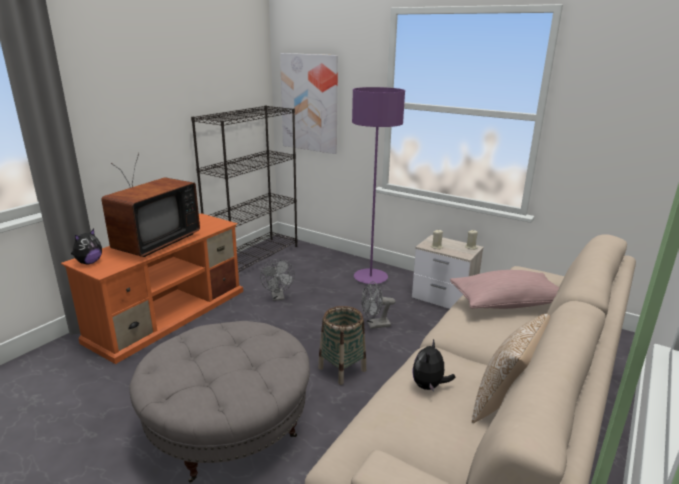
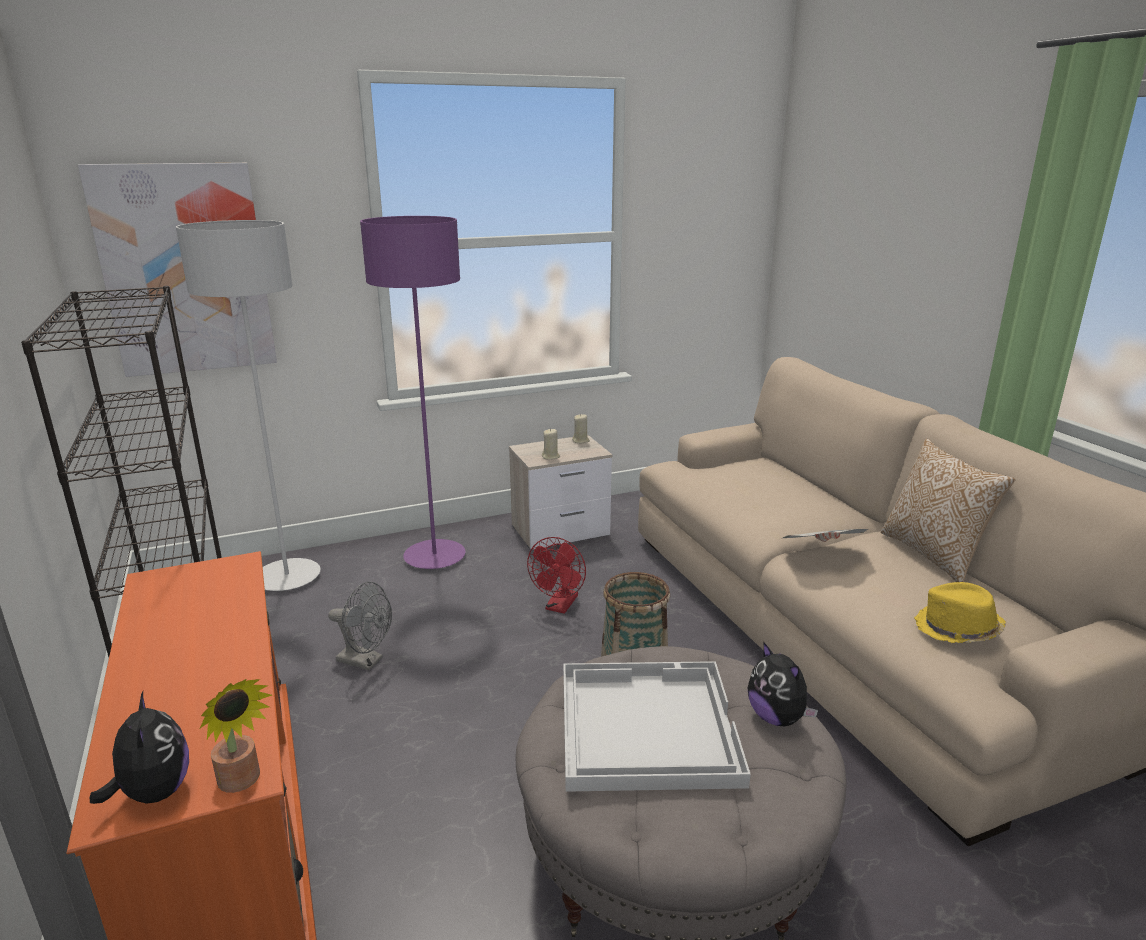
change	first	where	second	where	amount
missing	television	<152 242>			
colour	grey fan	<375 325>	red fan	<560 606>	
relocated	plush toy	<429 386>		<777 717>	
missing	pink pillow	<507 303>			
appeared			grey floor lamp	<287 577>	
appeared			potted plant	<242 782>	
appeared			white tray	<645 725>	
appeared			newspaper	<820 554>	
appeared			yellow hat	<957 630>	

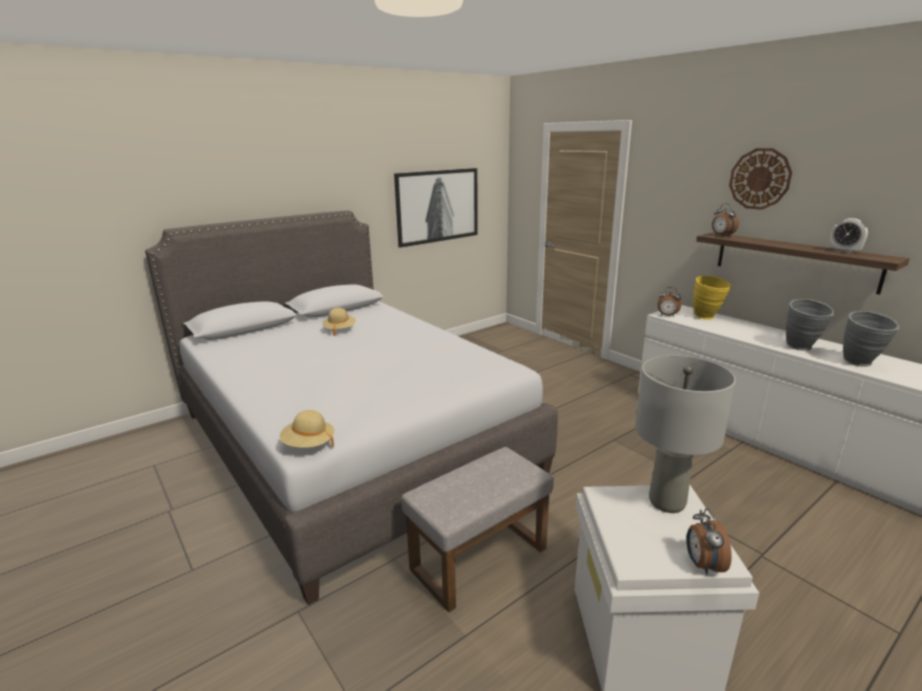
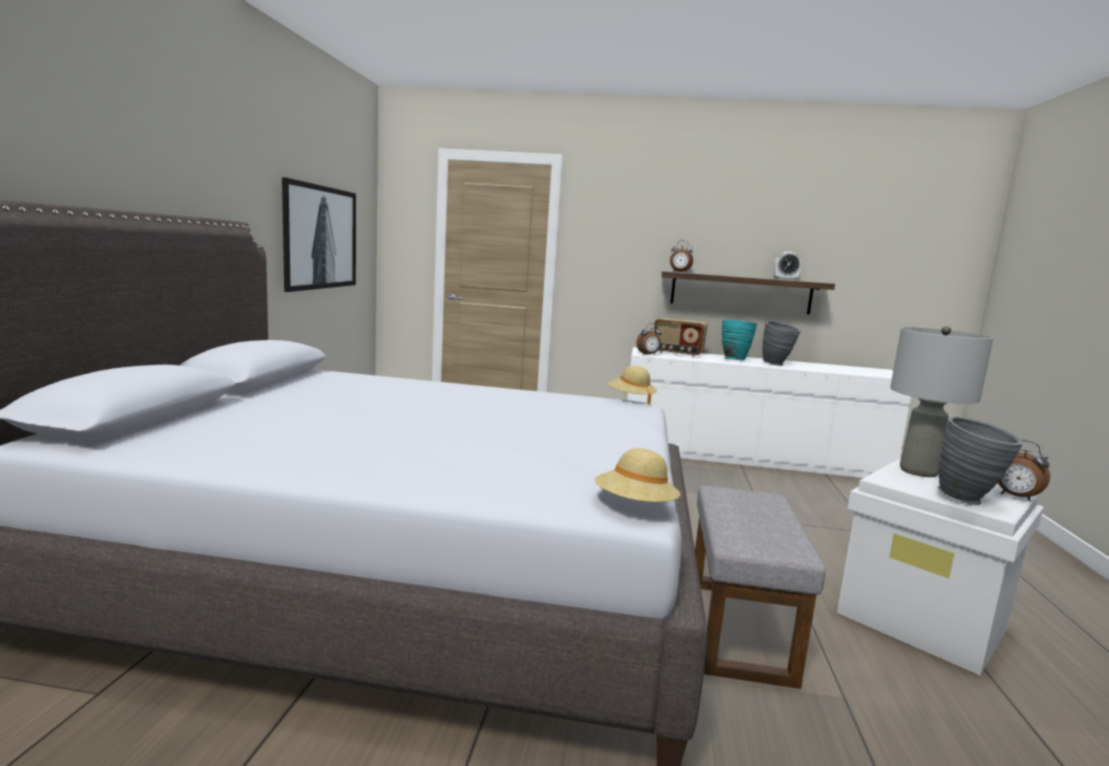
change	first	where	second	where	amount
relocated	beige hat	<340 330>		<631 398>	
exchanged	yellow vase	<707 318>	radio	<677 353>	
missing	wall clock	<759 179>			
relocated	grey vase	<861 364>		<970 501>	
appeared			turquoise vase	<734 360>	

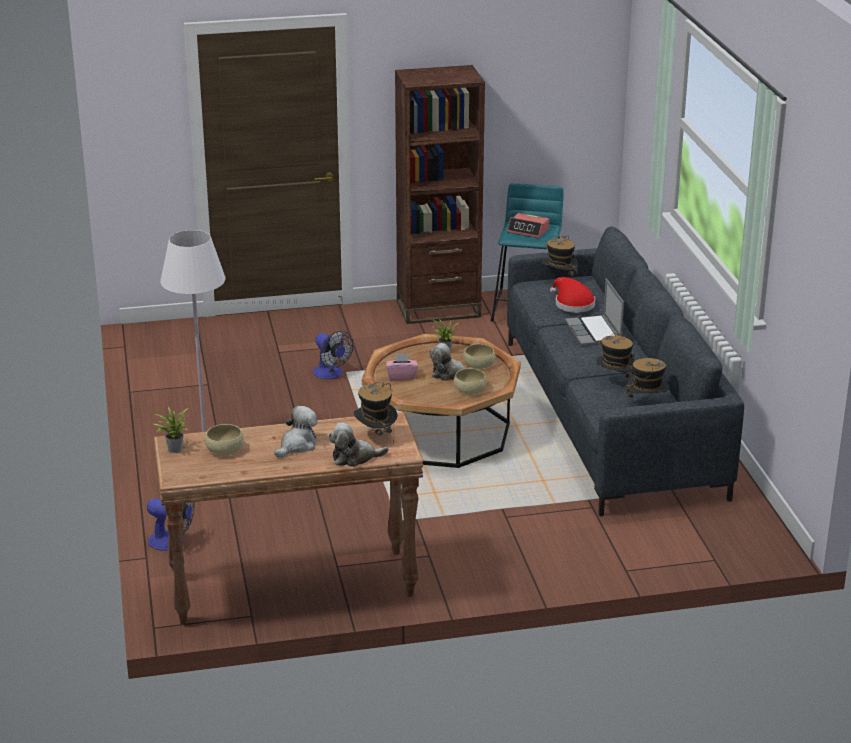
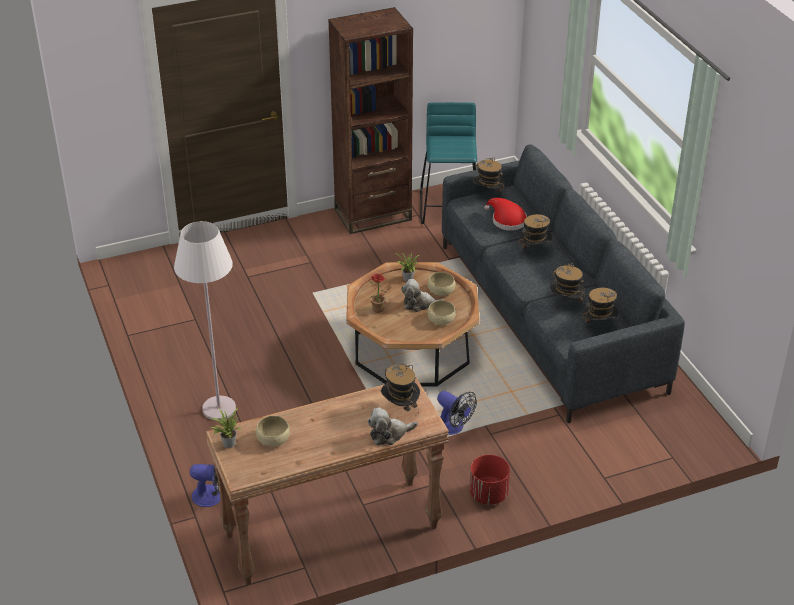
change	first	where	second	where	amount
missing	plush toy	<297 445>			
relocated	fan	<331 374>		<453 427>	
exchanged	pink tissue box	<401 376>	potted plant	<379 310>	
missing	alarm clock	<528 230>			
exchanged	laptop	<594 332>	hat	<534 250>	
appeared			red planter	<488 494>	

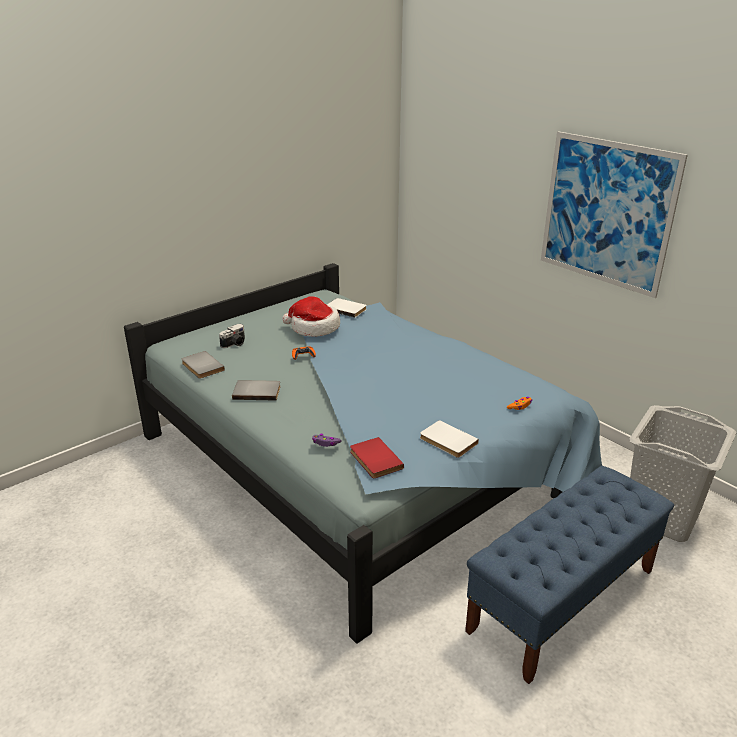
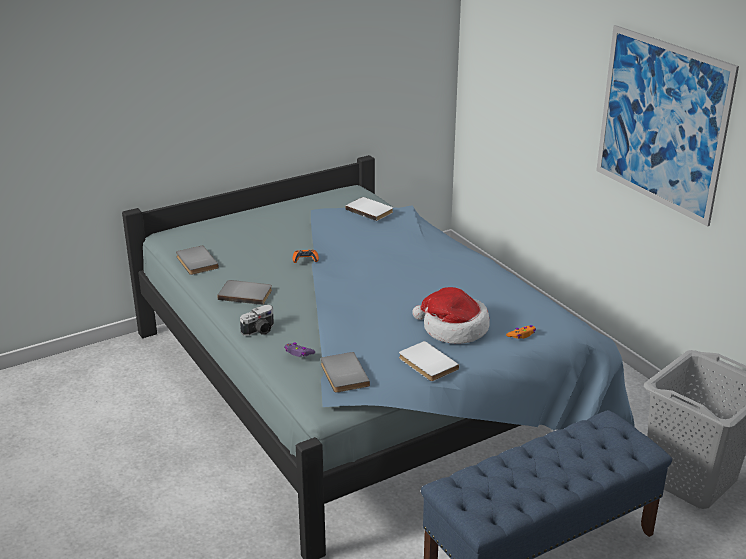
change	first	where	second	where	amount
relocated	photo camera	<235 344>		<260 330>	
relocated	hat	<313 328>		<453 329>	
colour	red book	<374 460>	grey book	<342 375>	

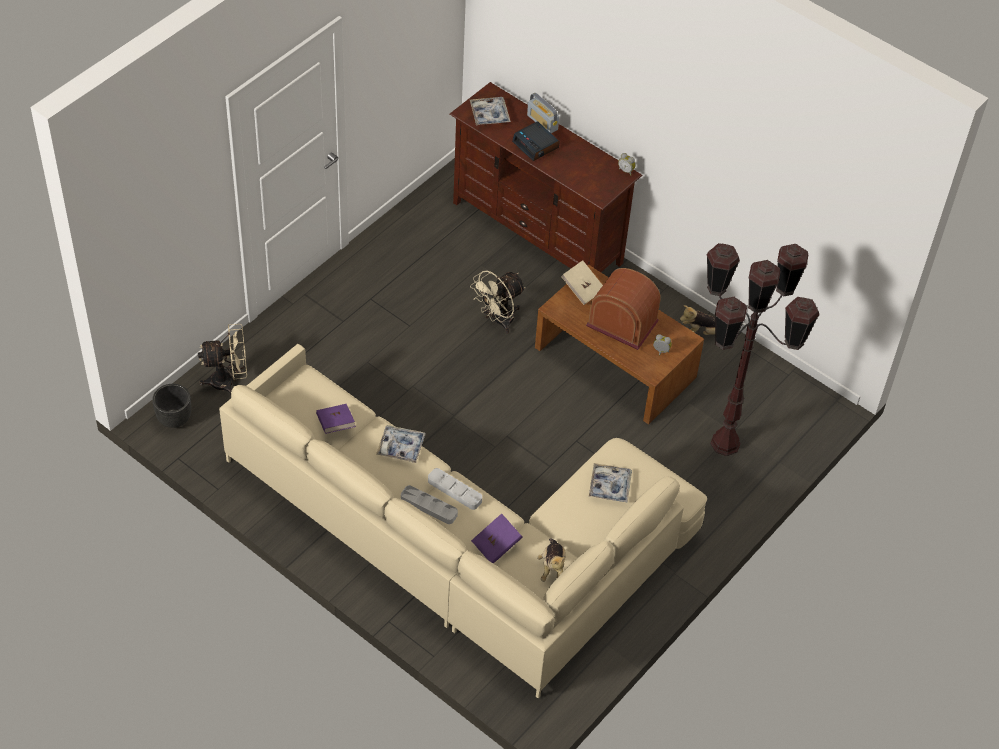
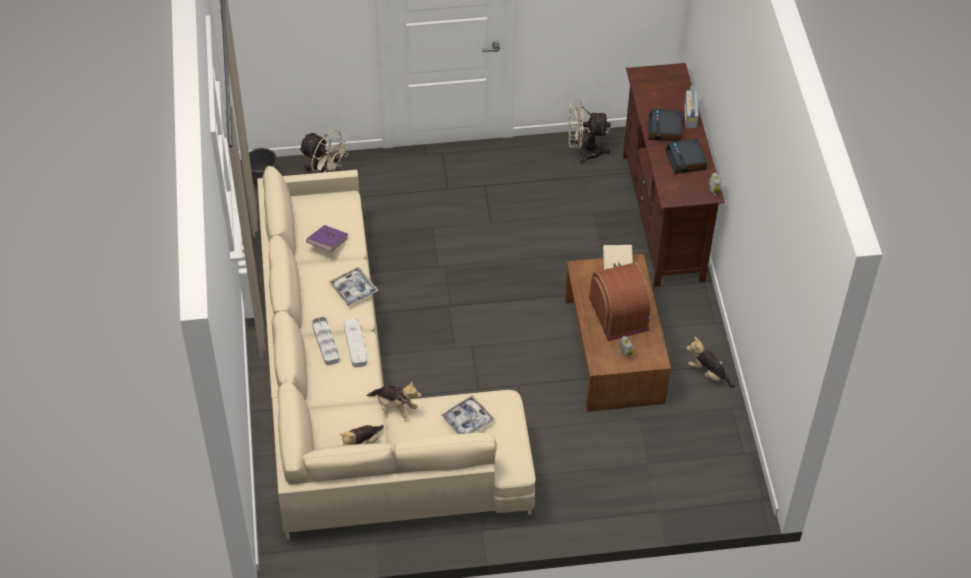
change	first	where	second	where	amount
missing	tray	<489 115>			
relocated	beige fan	<498 321>		<584 152>	
missing	purple book	<496 545>			
missing	brown floor lamp	<725 444>			
appeared			plush toy	<394 406>	
appeared			alarm clock	<686 160>	

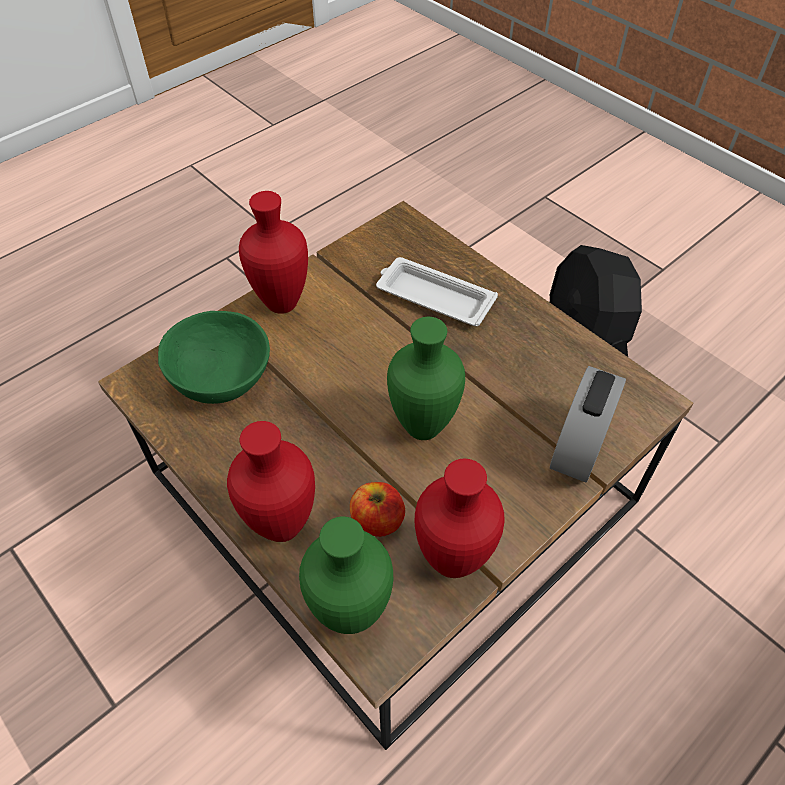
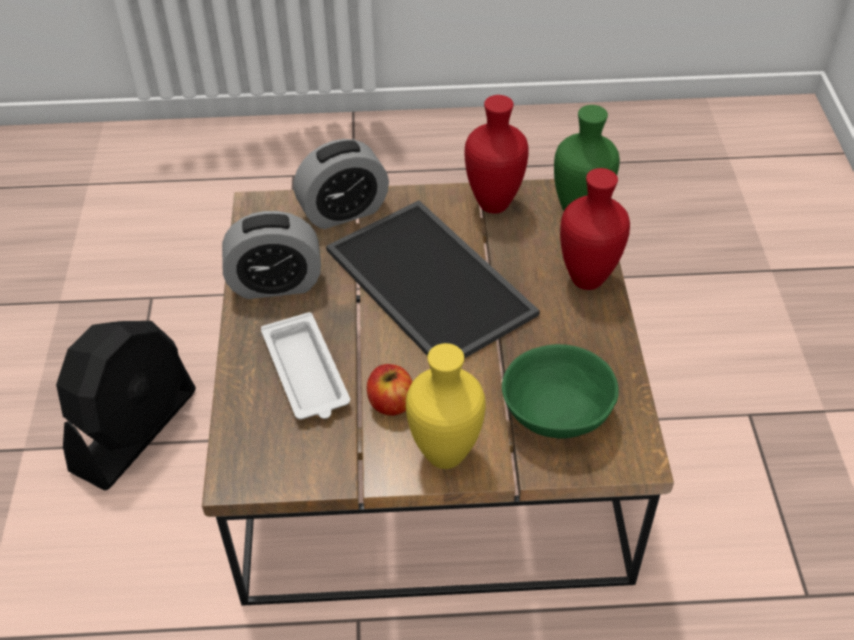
change	first	where	second	where	amount
colour	red vase	<283 302>	yellow vase	<442 455>	
relocated	apple	<377 520>		<391 403>	
exchanged	green vase	<421 428>	tray	<433 282>	
appeared			alarm clock	<275 284>	

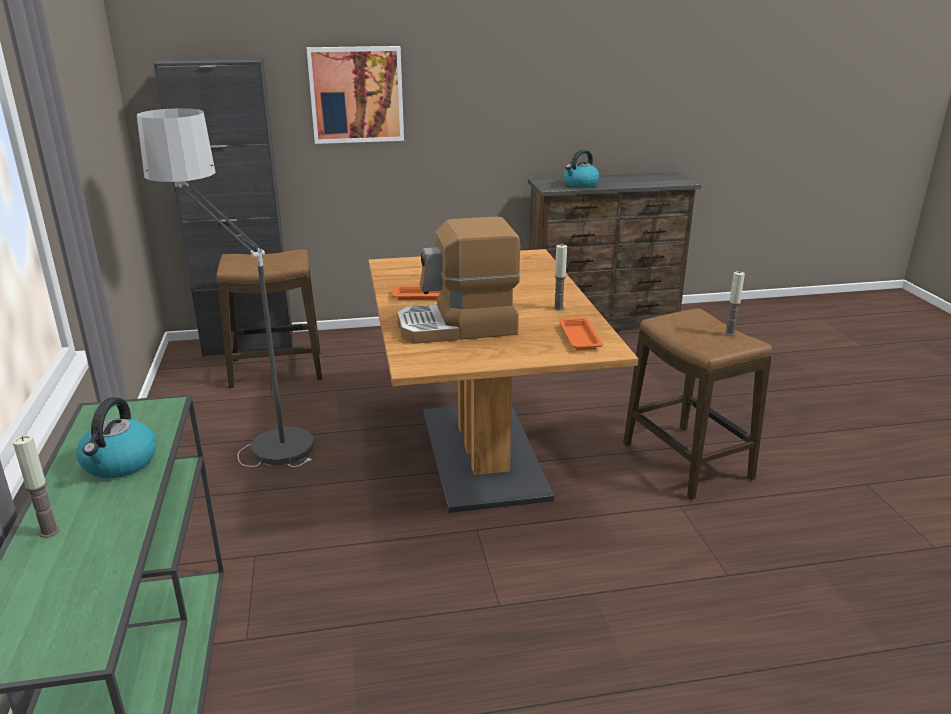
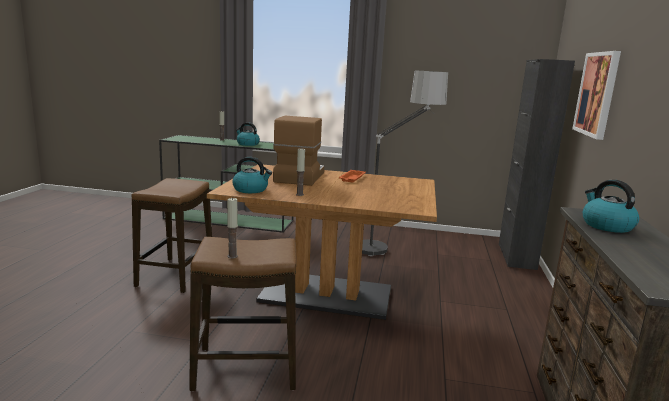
change	first	where	second	where	amount
relocated	stool	<276 370>		<176 275>	
exchanged	orange tray	<579 337>	kettle	<251 190>	

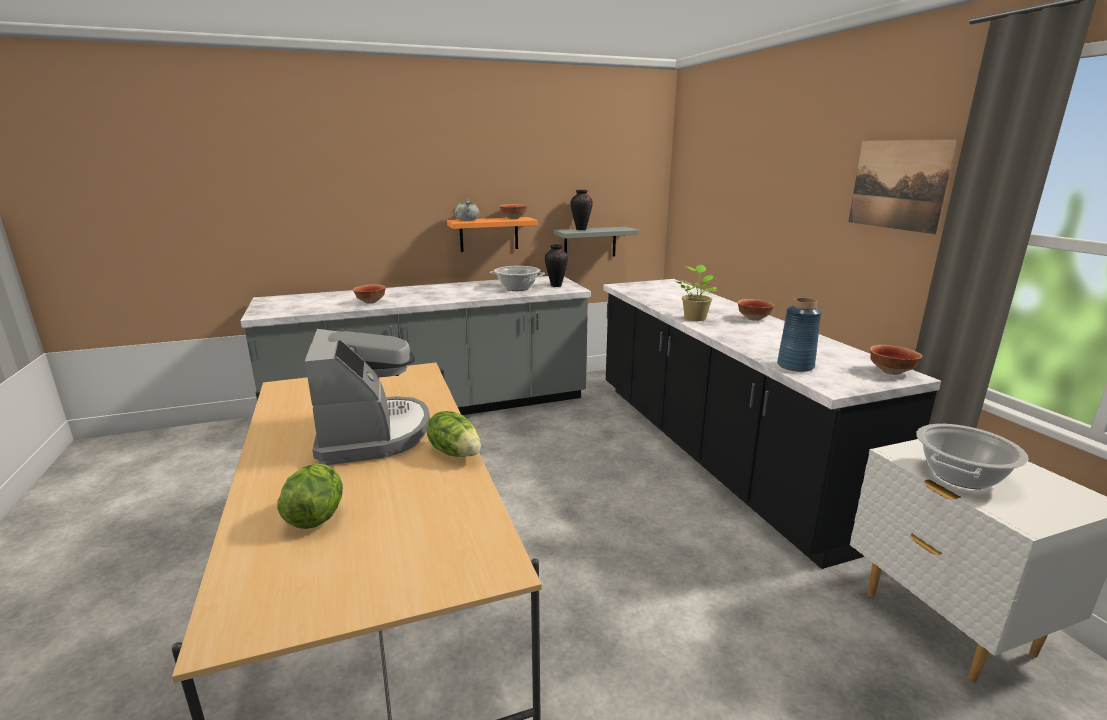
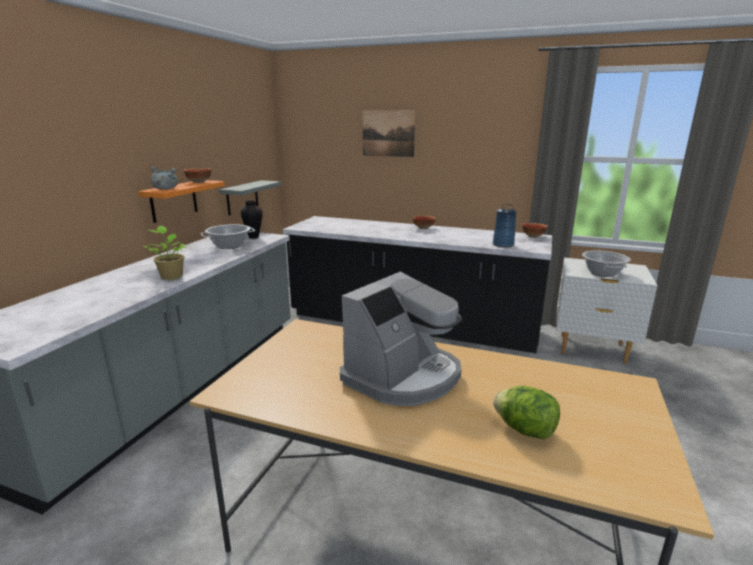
change	first	where	second	where	amount
spun	coffee machine	<372 433>		<403 376>	105 degrees clockwise
missing	bowl	<370 302>			
missing	lettuce	<455 452>			
missing	vase	<581 229>			
relocated	potted plant	<695 318>		<171 276>	
relocated	picture	<898 185>		<388 133>	

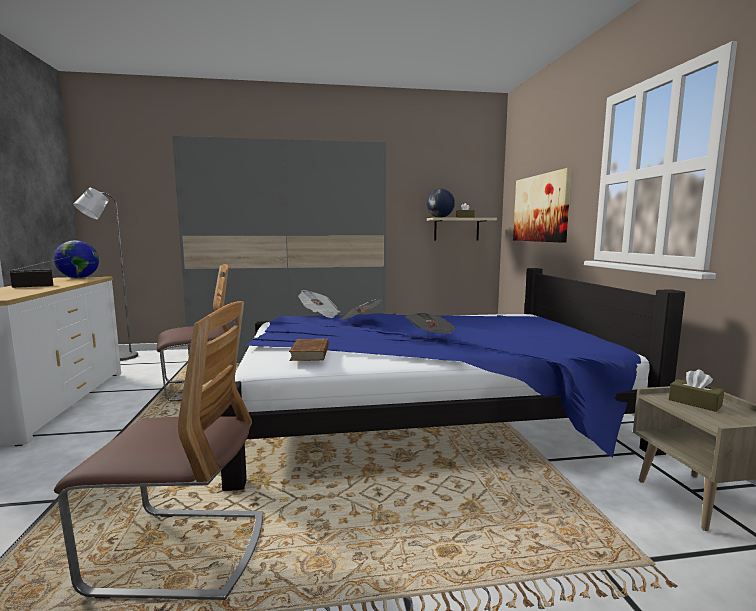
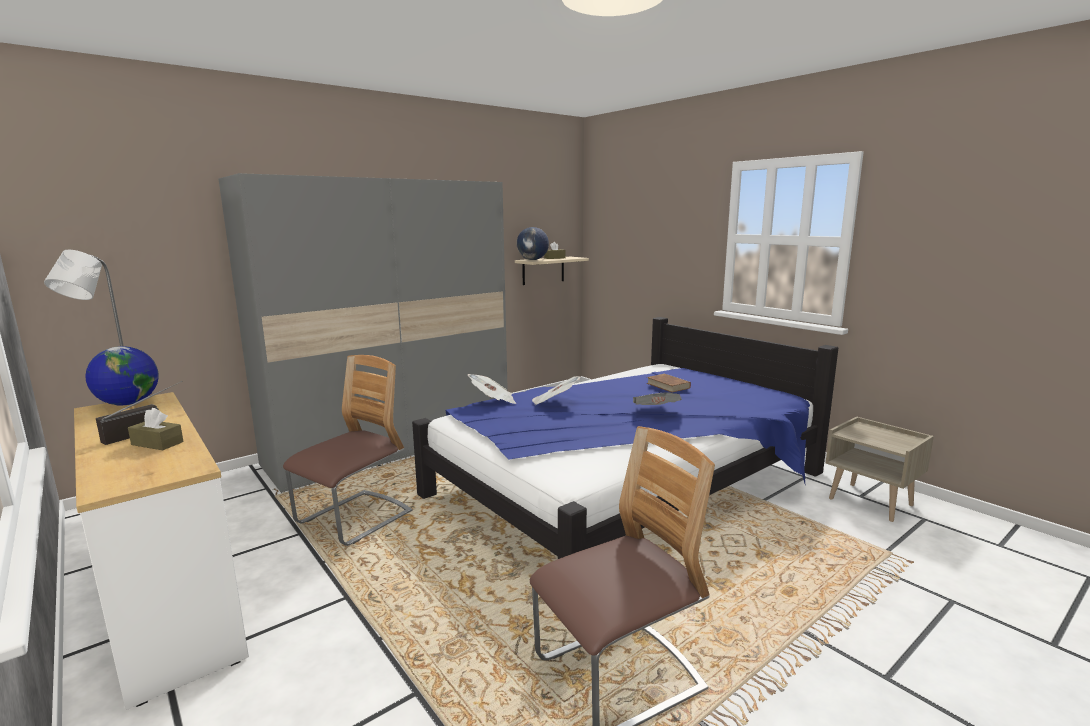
change	first	where	second	where	amount
relocated	brown book	<310 353>		<668 385>	
missing	picture	<540 208>			
relocated	brown tissue box	<694 403>		<157 443>	

